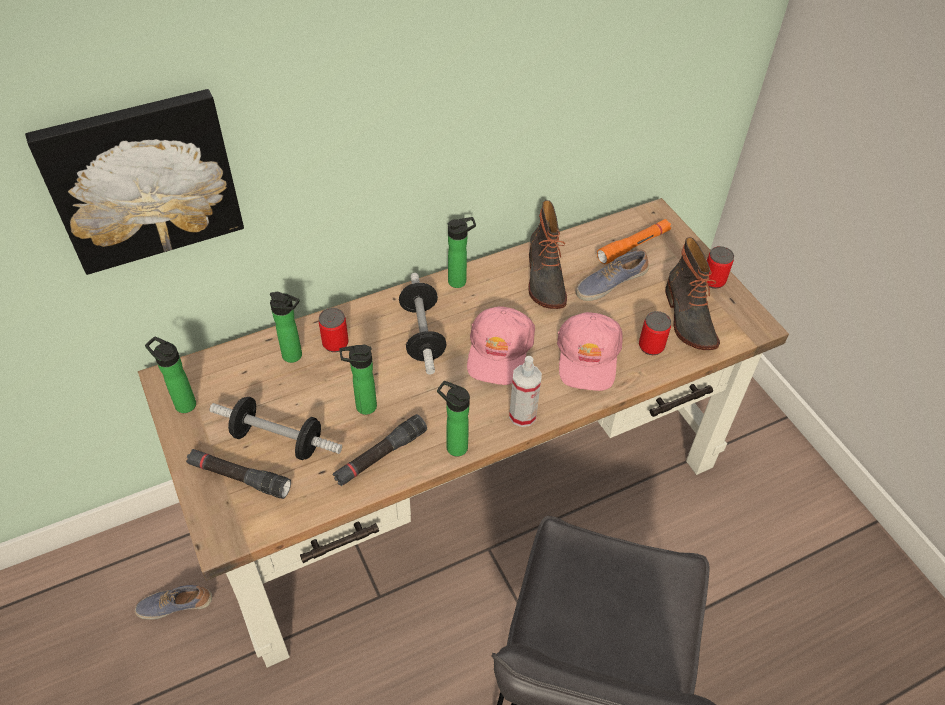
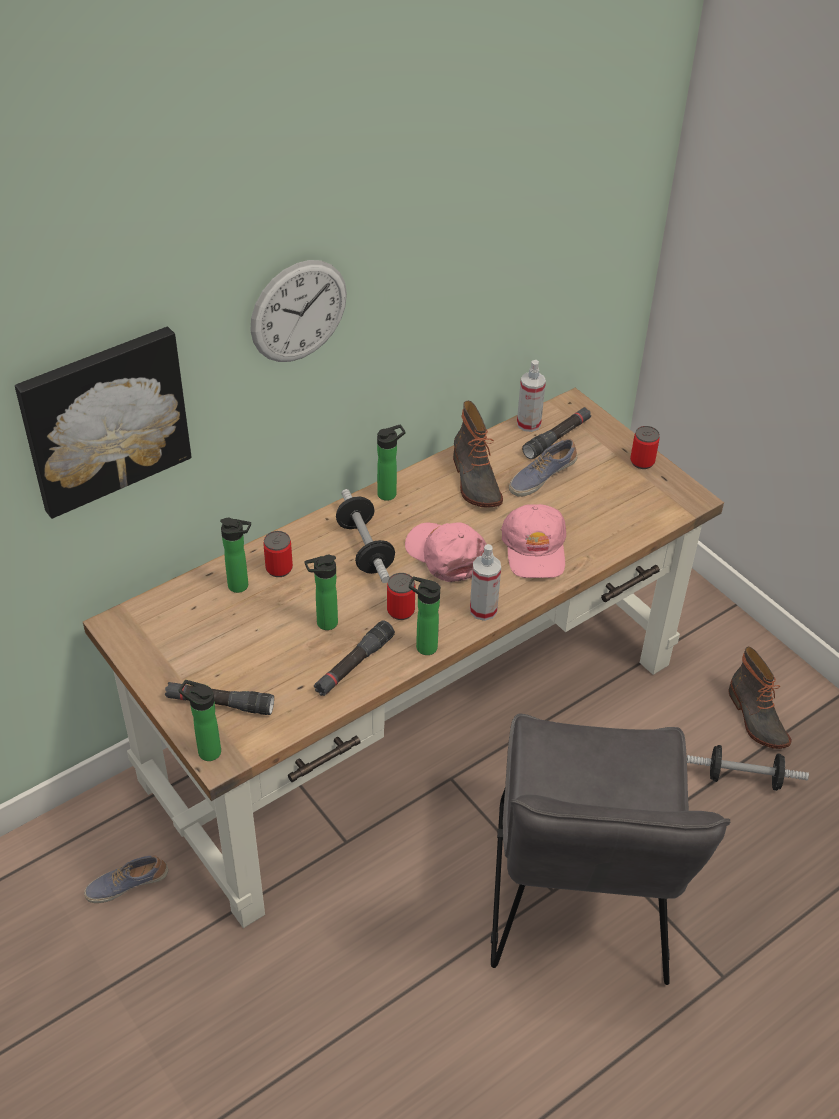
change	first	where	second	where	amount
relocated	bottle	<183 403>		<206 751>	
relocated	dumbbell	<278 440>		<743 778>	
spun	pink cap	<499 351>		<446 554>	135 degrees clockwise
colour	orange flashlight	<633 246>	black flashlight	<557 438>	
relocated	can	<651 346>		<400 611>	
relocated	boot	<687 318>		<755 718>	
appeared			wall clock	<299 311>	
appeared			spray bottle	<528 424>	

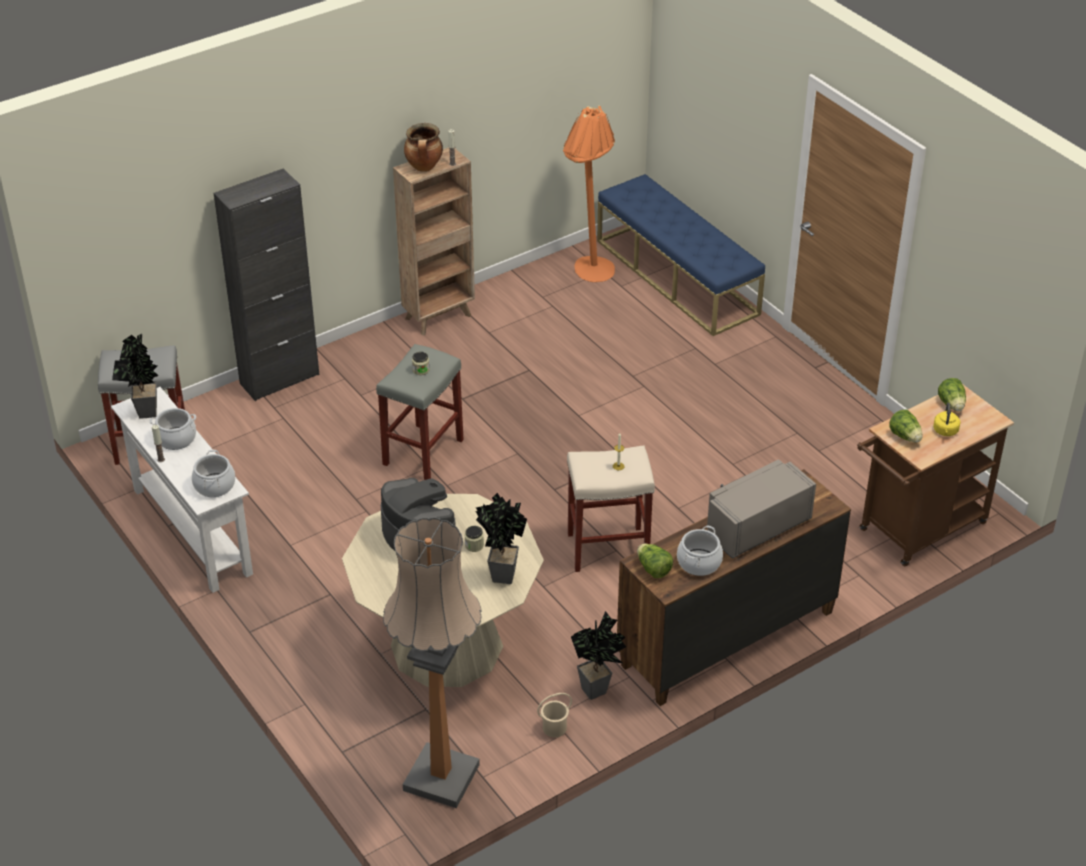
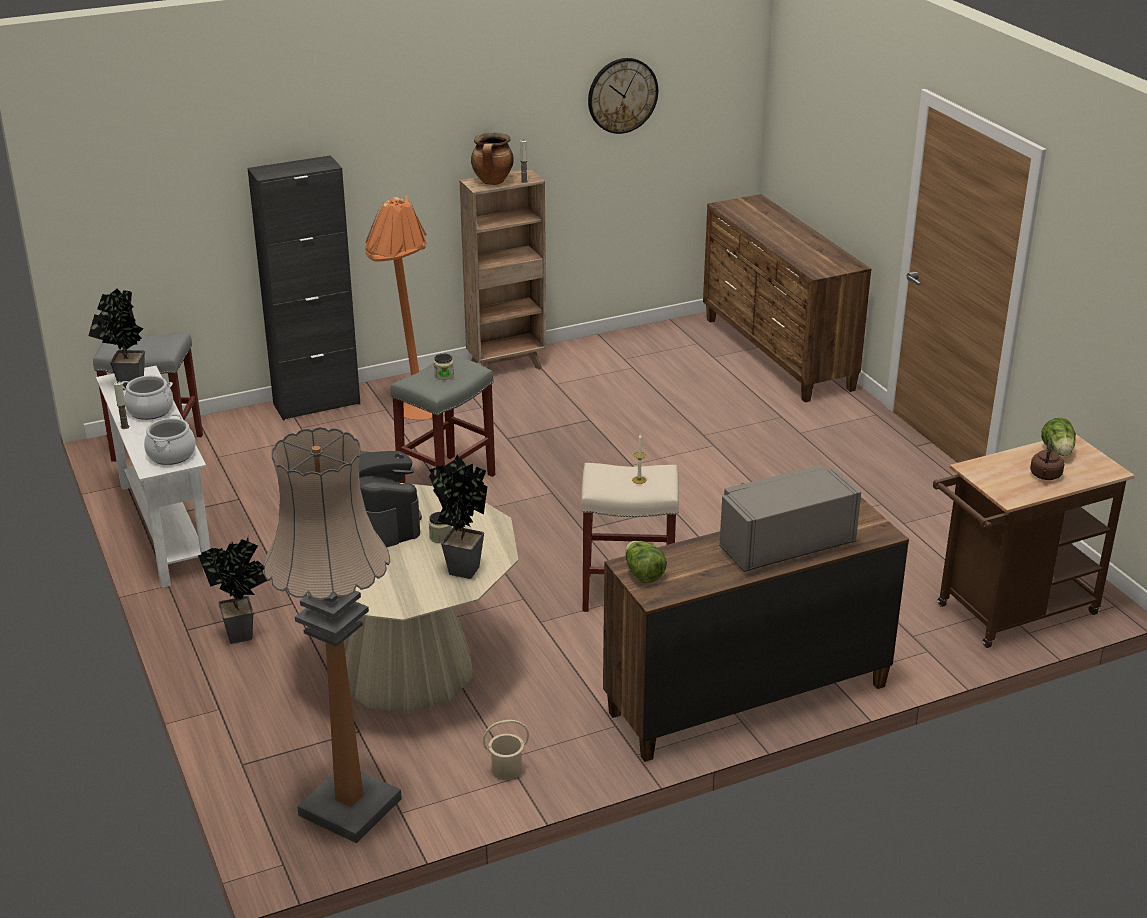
change	first	where	second	where	amount
relocated	orange floor lamp	<588 274>		<410 412>	
relocated	potted plant	<598 690>		<244 636>	
exchanged	blue bench	<677 277>	brown dresser	<777 354>	
missing	cooking pot	<699 563>			
missing	lettuce	<905 436>			
colour	yellow kettle	<945 431>	brown kettle	<1045 476>	
appeared			wall clock	<622 95>	

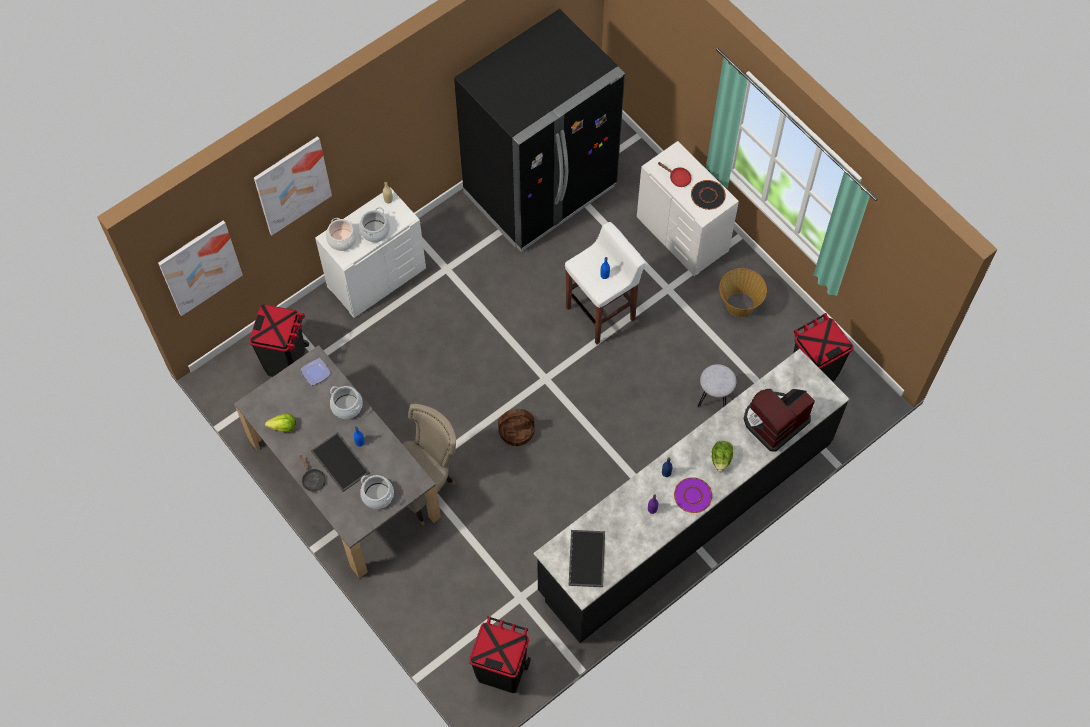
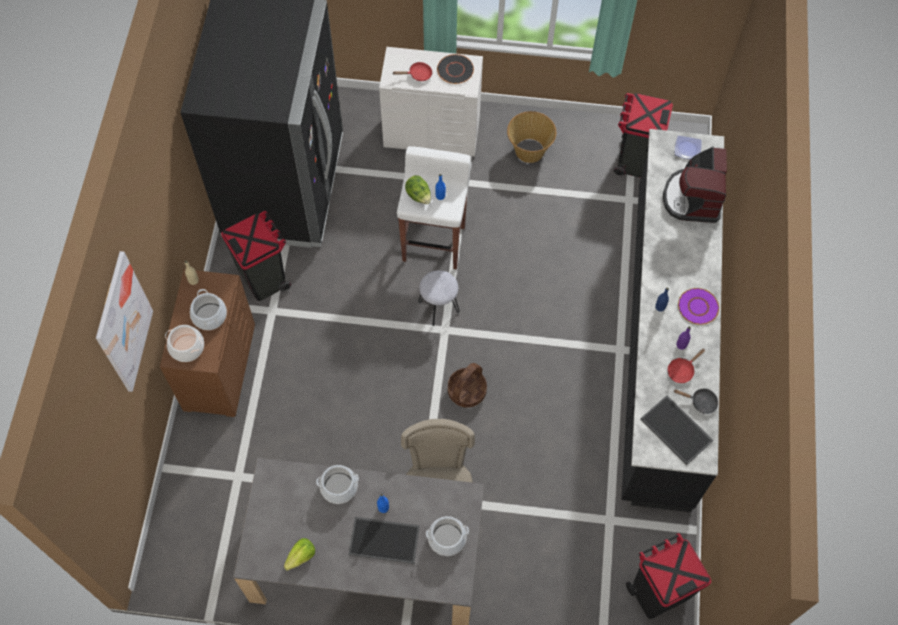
change	first	where	second	where	amount
missing	picture	<200 267>			
relocated	black trash can	<287 361>		<263 278>	
relocated	plate	<315 373>		<688 149>	
relocated	black frying pan	<313 479>		<700 402>	
colour	white dresser	<376 277>	brown dresser	<218 367>	
relocated	grey stool	<714 398>		<438 307>	
relocated	lettuce	<721 459>		<419 196>	
appeared			red frying pan	<682 370>	

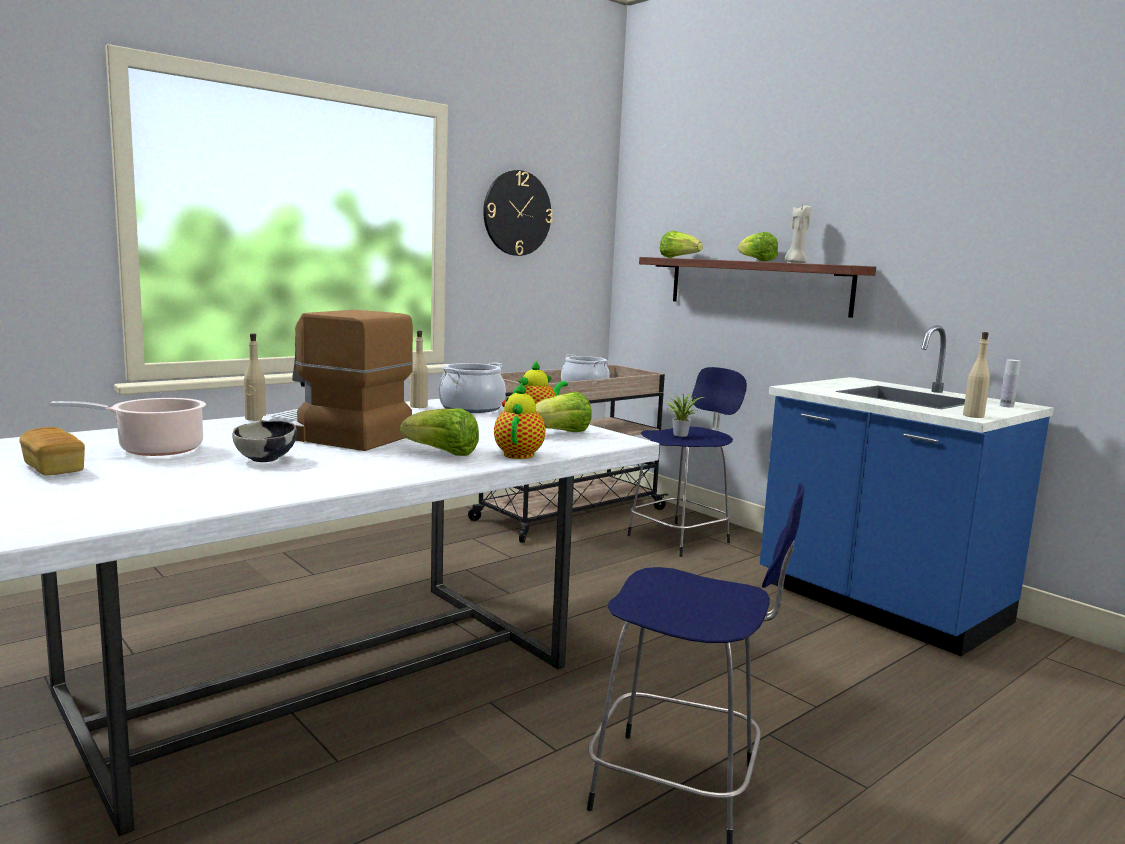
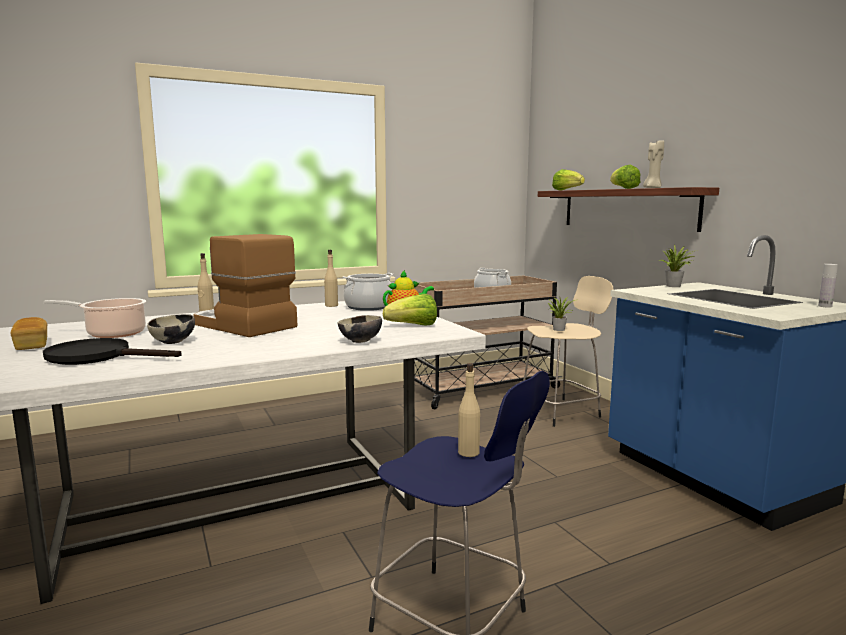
change	first	where	second	where	amount
missing	lettuce	<442 453>			
missing	wall clock	<517 213>			
exchanged	teapot	<519 454>	bowl	<360 341>	
colour	blue stool	<681 538>	beige stool	<561 411>	
relocated	beige bottle	<973 416>		<468 452>	
appeared			black frying pan	<99 356>	
appeared			potted plant	<675 286>	

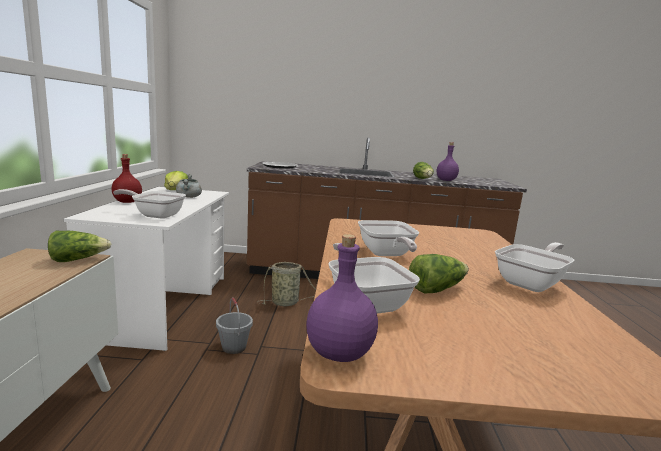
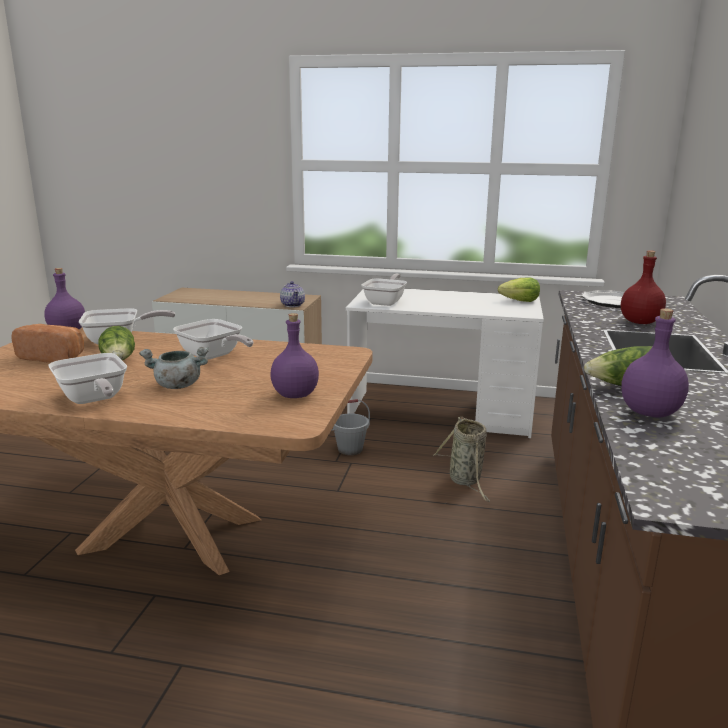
change	first	where	second	where	amount
exchanged	lettuce	<78 259>	teapot	<293 305>	
relocated	red bottle	<127 202>		<640 322>	
relocated	grey cooking pot	<189 197>		<177 386>	
spun	frying pan	<386 254>		<213 356>	135 degrees counterclockwise
appeared			bread	<54 357>	
appeared			purple bottle	<296 395>	

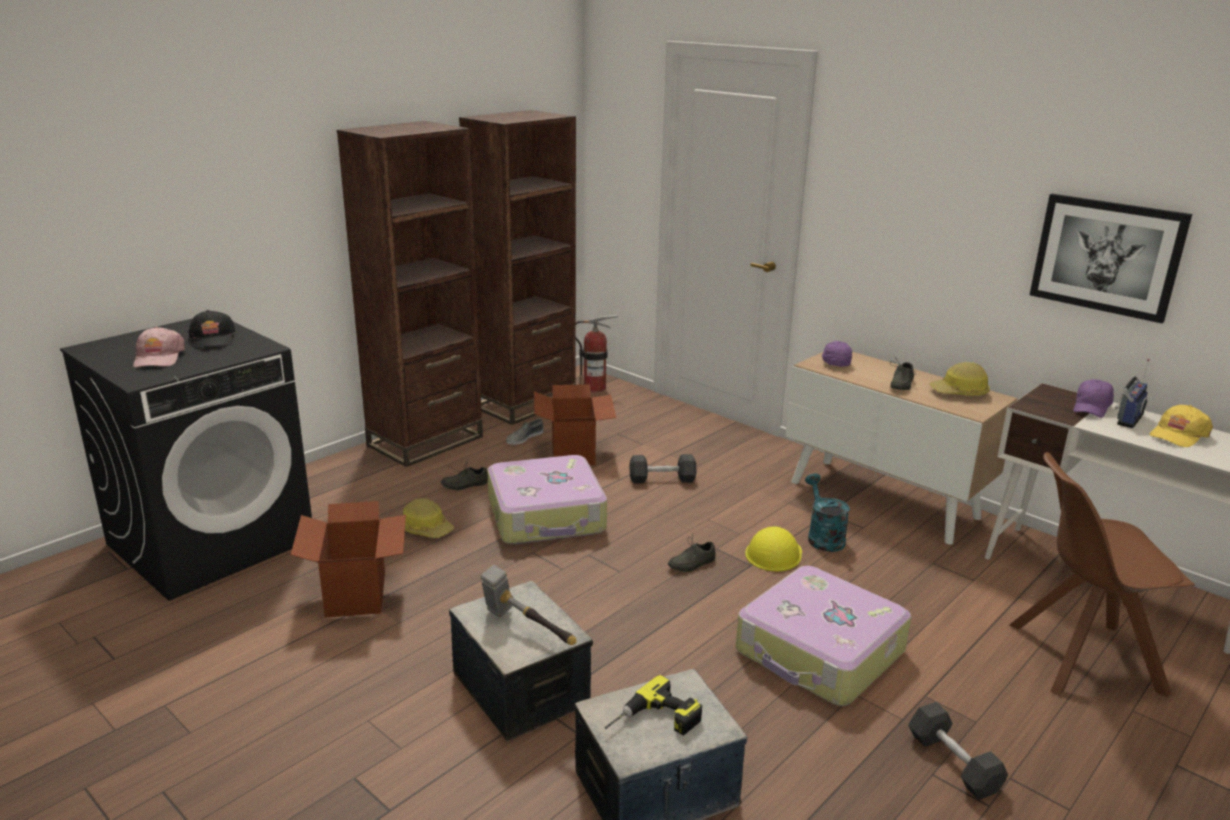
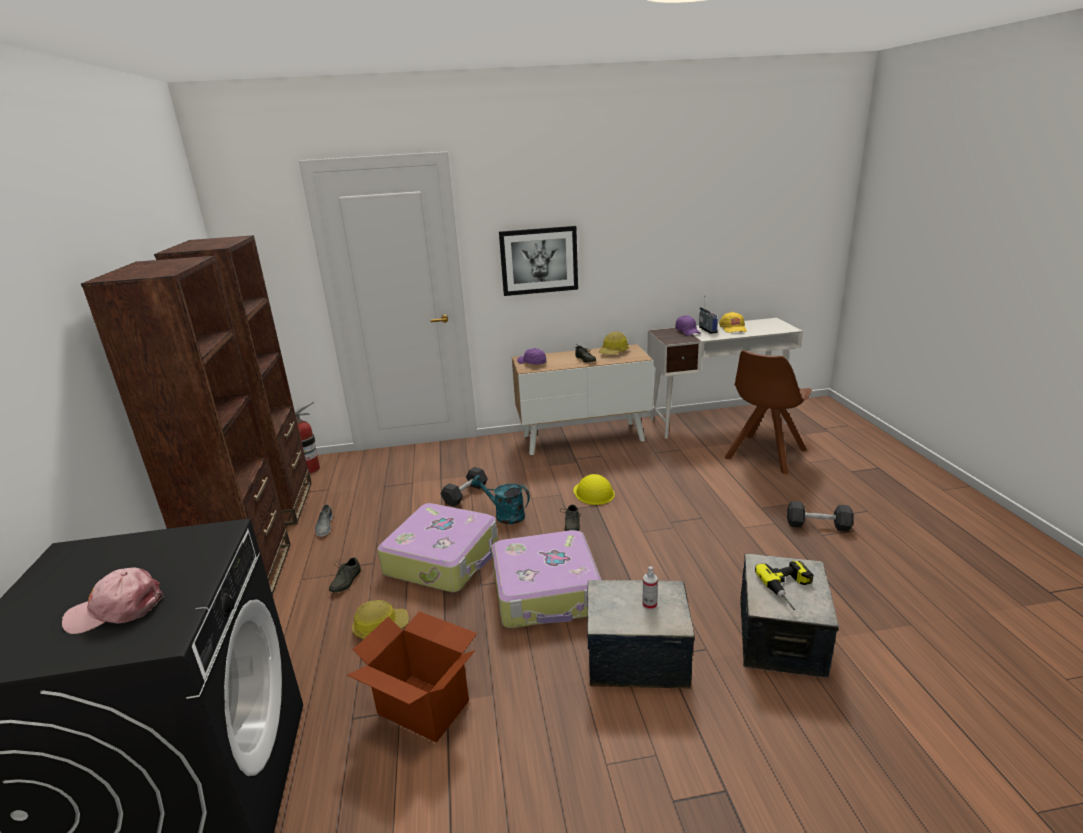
change	first	where	second	where	amount
spun	pink cap	<158 357>		<116 609>	135 degrees clockwise
missing	black cap	<212 339>			
exchanged	hammer	<526 630>	spray bottle	<649 605>	
missing	cardboard box	<574 453>			
relocated	suitcase	<820 653>		<547 592>	
relocated	turquoise watering can	<823 537>		<505 515>	
relocated	picture	<1107 256>		<539 260>	

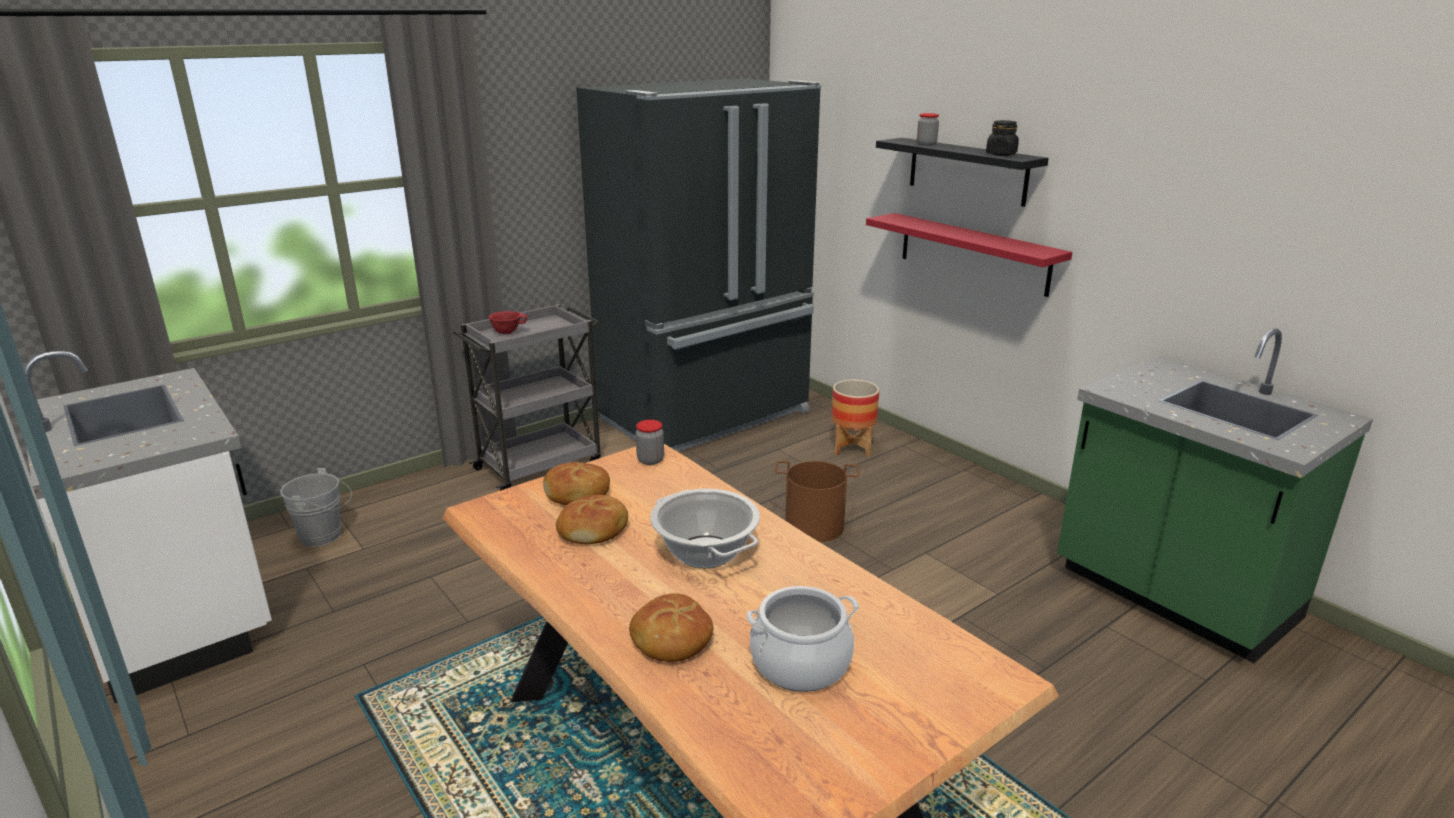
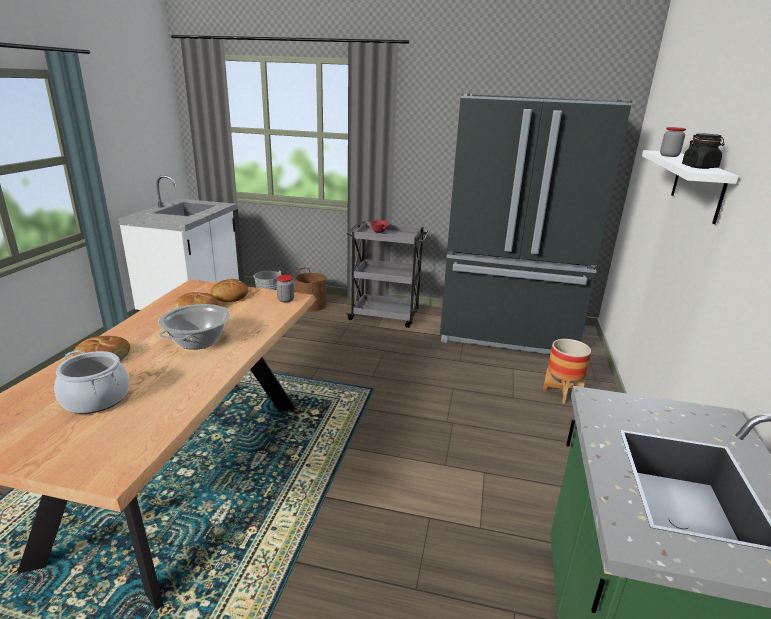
change	first	where	second	where	amount
relocated	brown bucket	<814 525>		<311 305>	
missing	red shelf	<973 253>			
colour	black shelf	<967 171>	white shelf	<697 185>	

